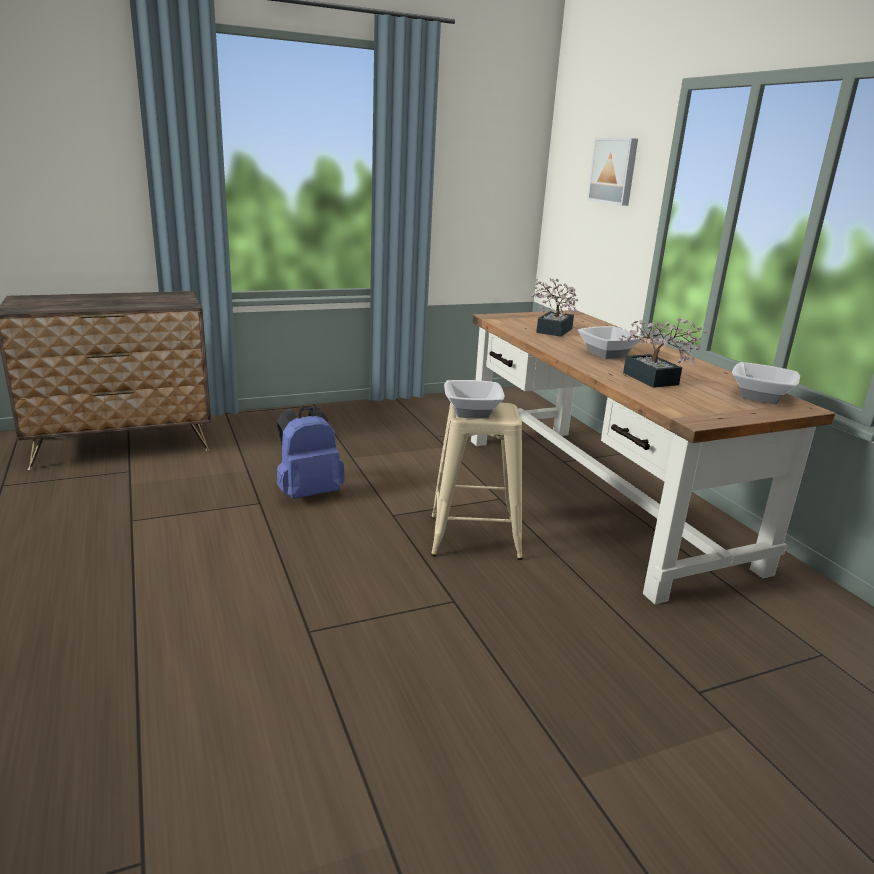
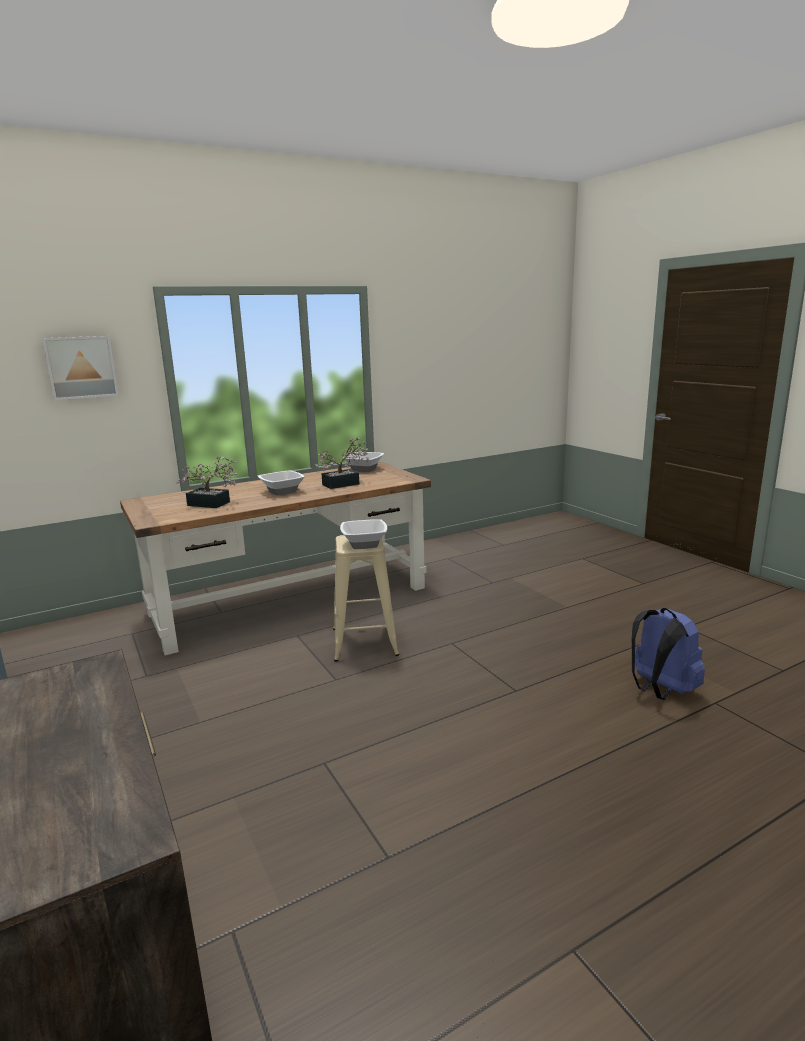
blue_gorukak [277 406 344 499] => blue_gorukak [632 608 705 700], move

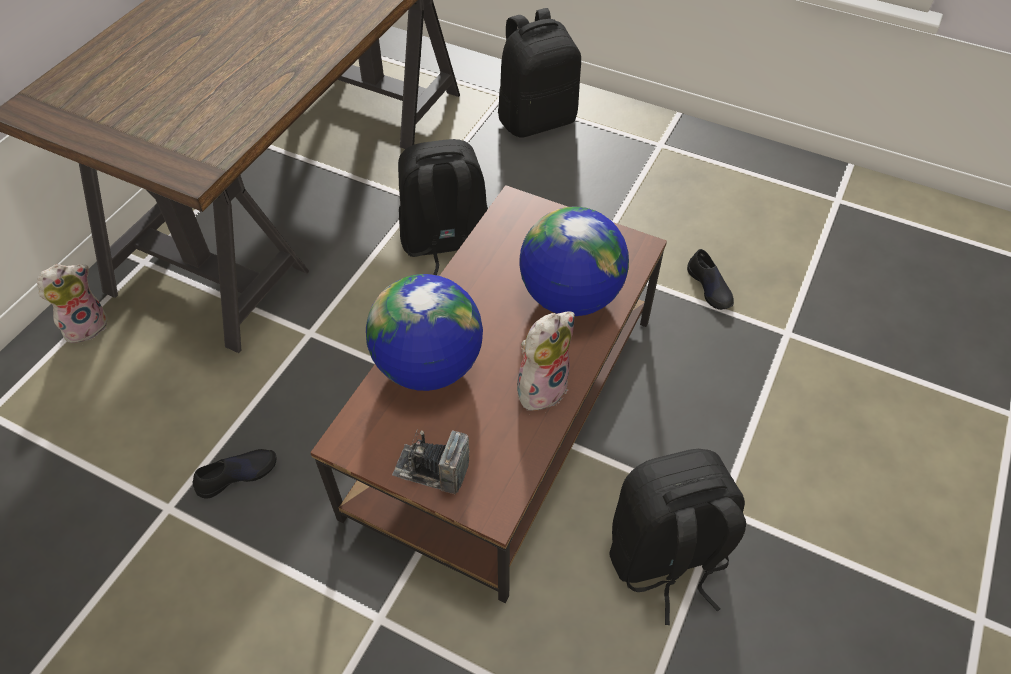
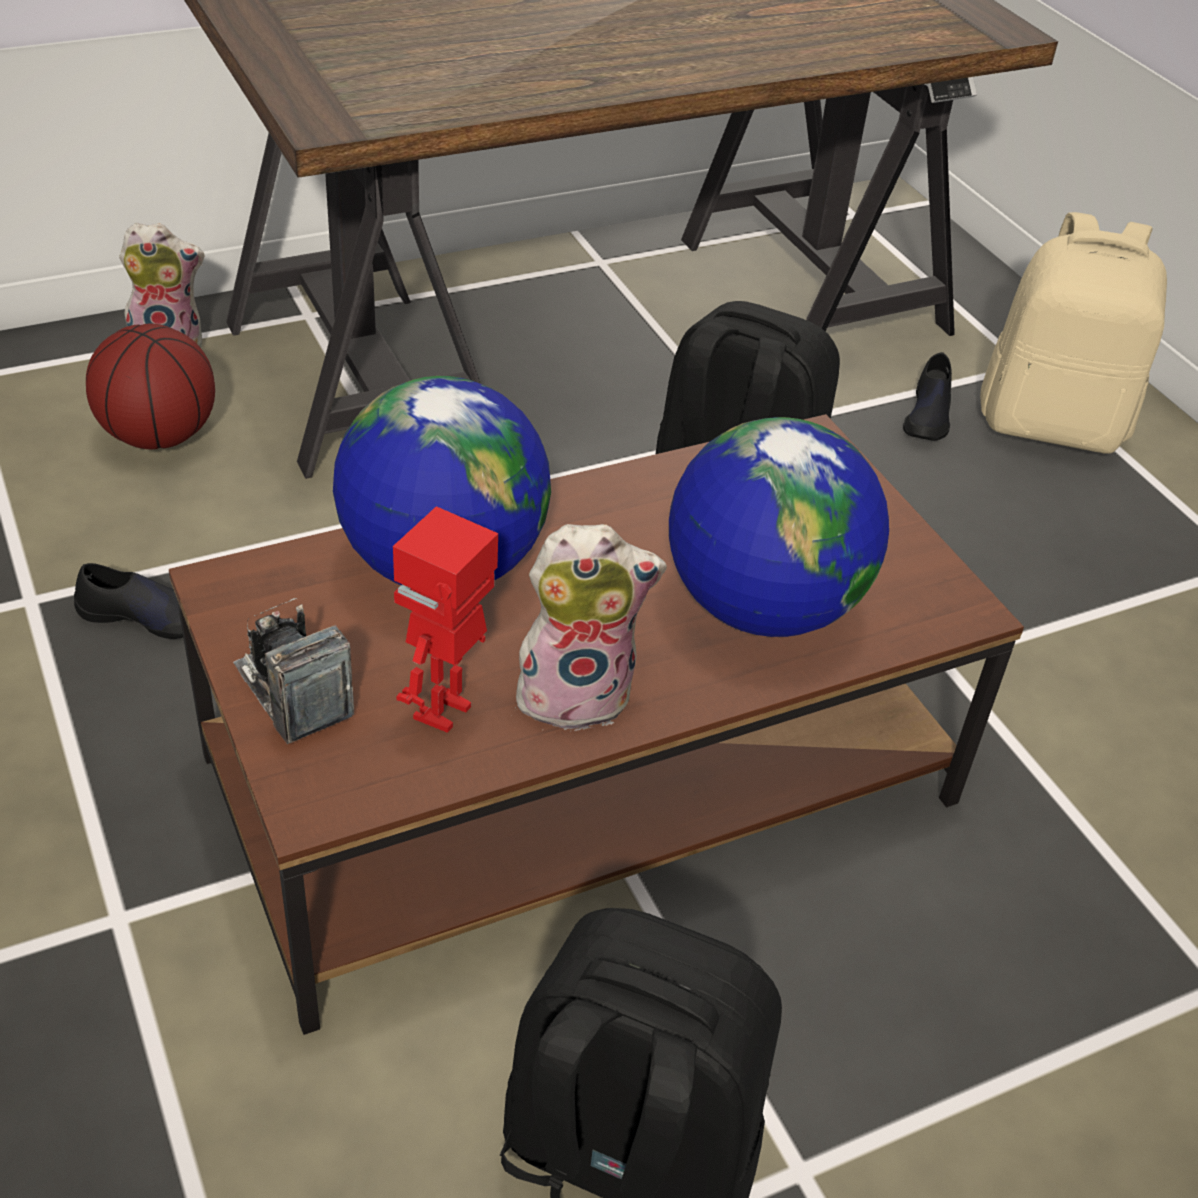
nothing => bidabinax [86 324 215 450]
nothing => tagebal [393 506 498 733]
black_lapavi [687 249 734 310] => black_lapavi [903 352 952 441], move
black_gorukak [498 8 581 138] => beige_gorukak [980 212 1167 454]

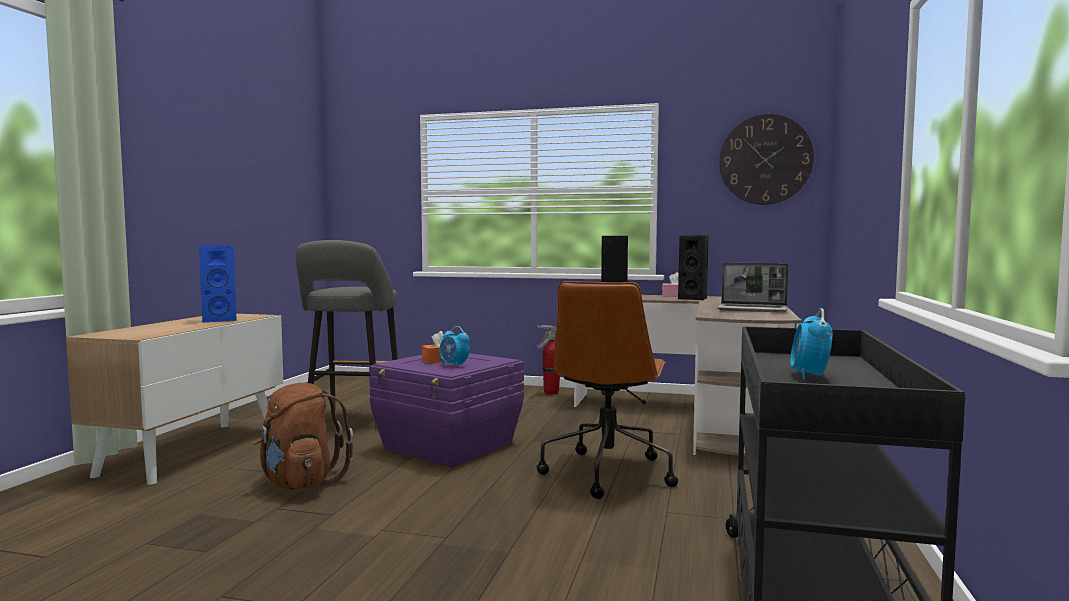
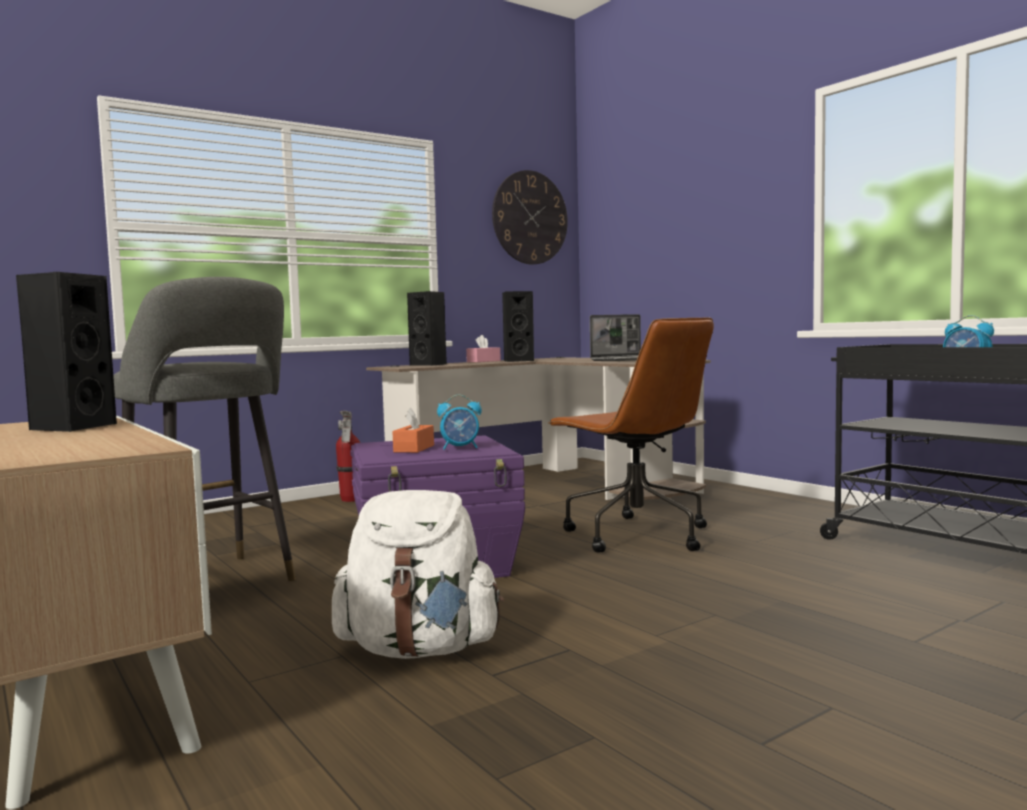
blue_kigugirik [199 245 237 323] => black_kigugirik [16 272 117 432]
brown_gorukak [252 383 353 490] => white_gorukak [332 490 504 659]

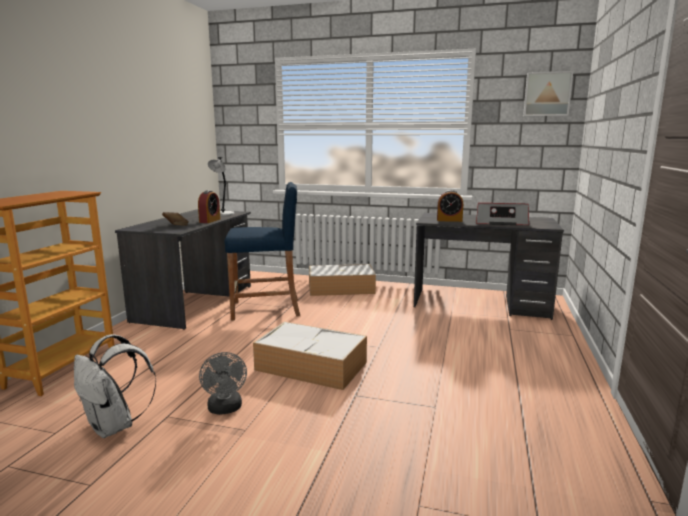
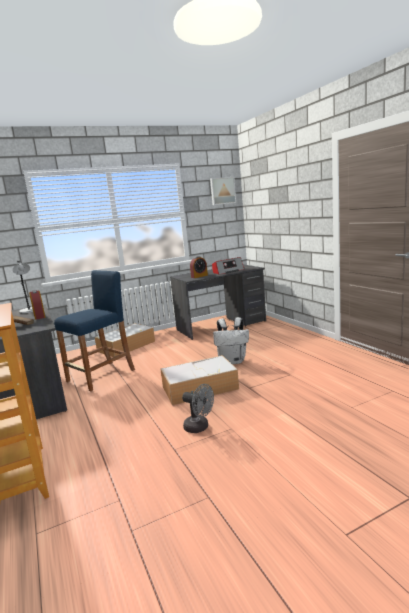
white_gorukak [74 334 157 438] => white_gorukak [213 317 249 364], move

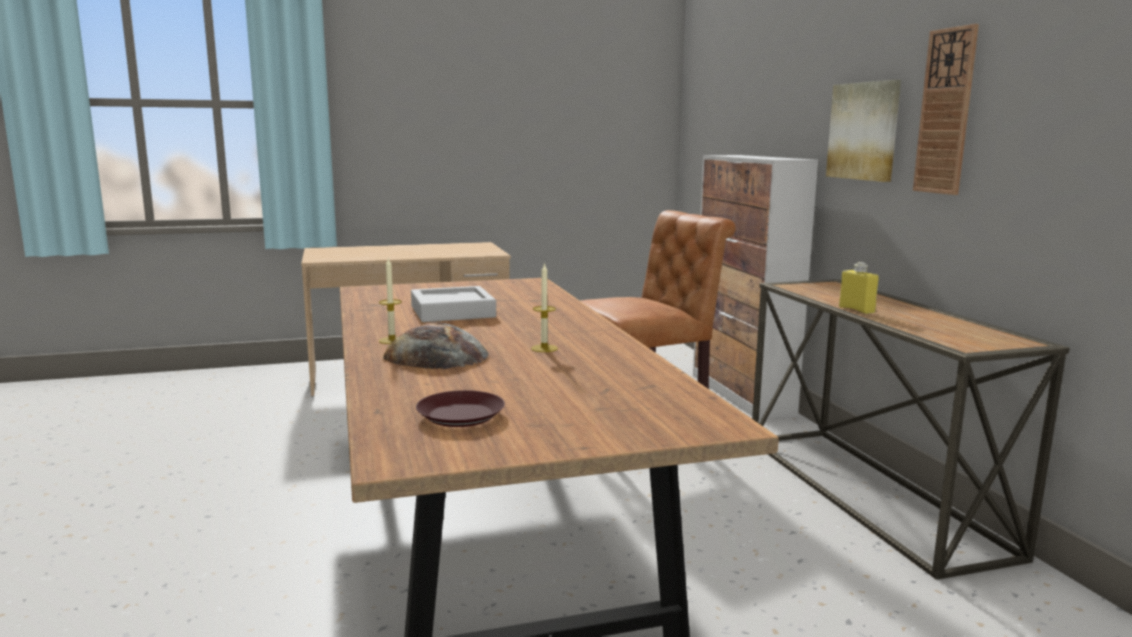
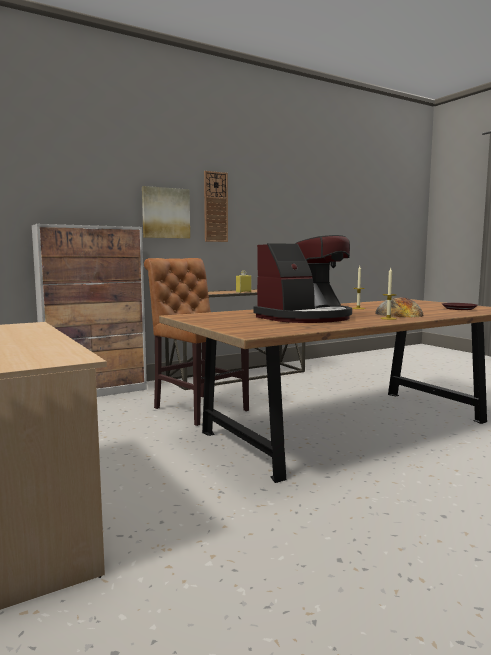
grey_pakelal [411 286 496 322] => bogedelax [254 235 352 323]

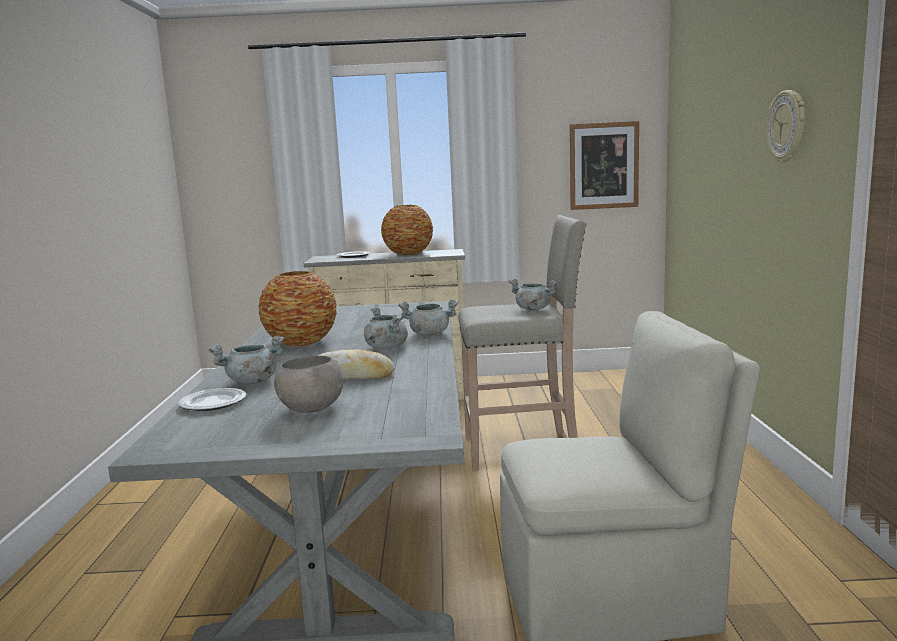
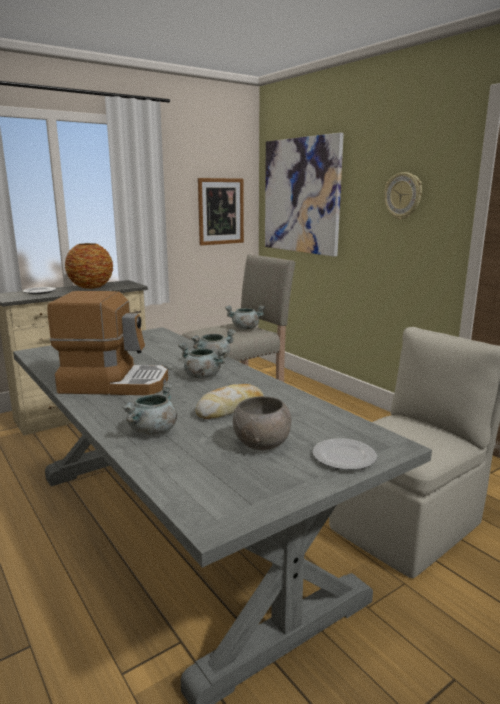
nothing => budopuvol [265 133 344 257]
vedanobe [178 388 246 411] => vedanobe [313 438 377 470], move
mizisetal [259 271 337 347] => bogedelax [47 291 168 395]

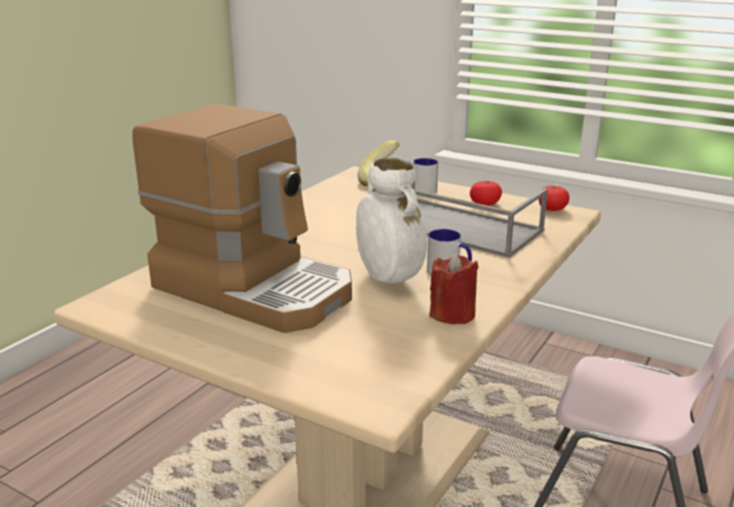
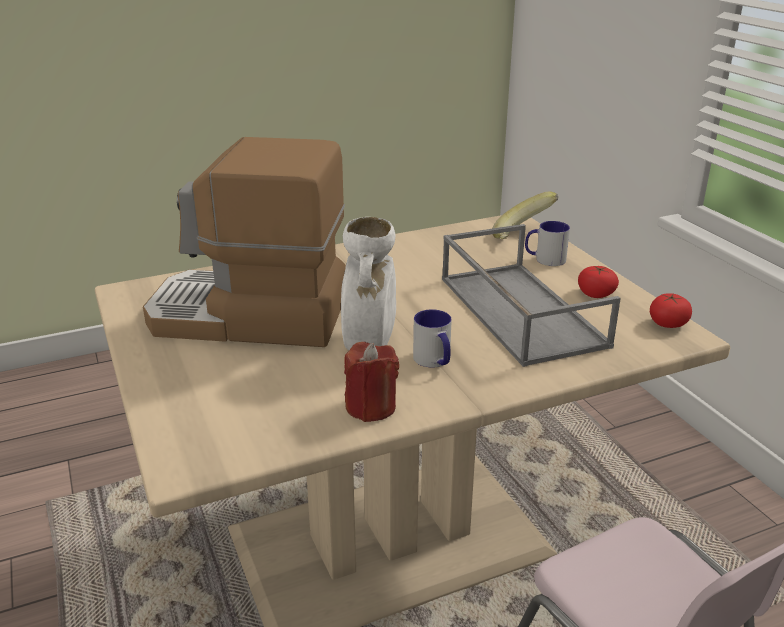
bogedelax [132 104 352 333] => bogedelax [143 137 346 347], 120 degrees clockwise

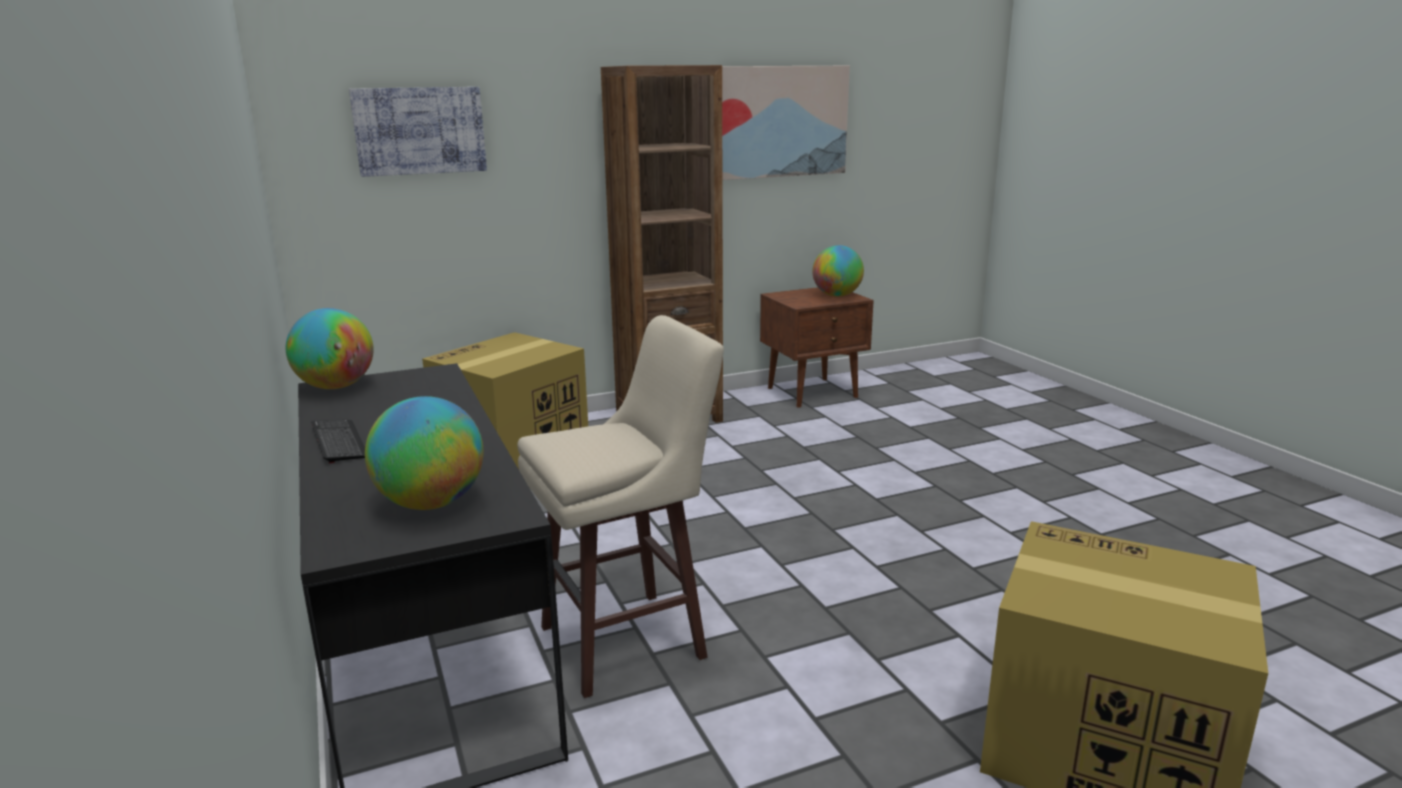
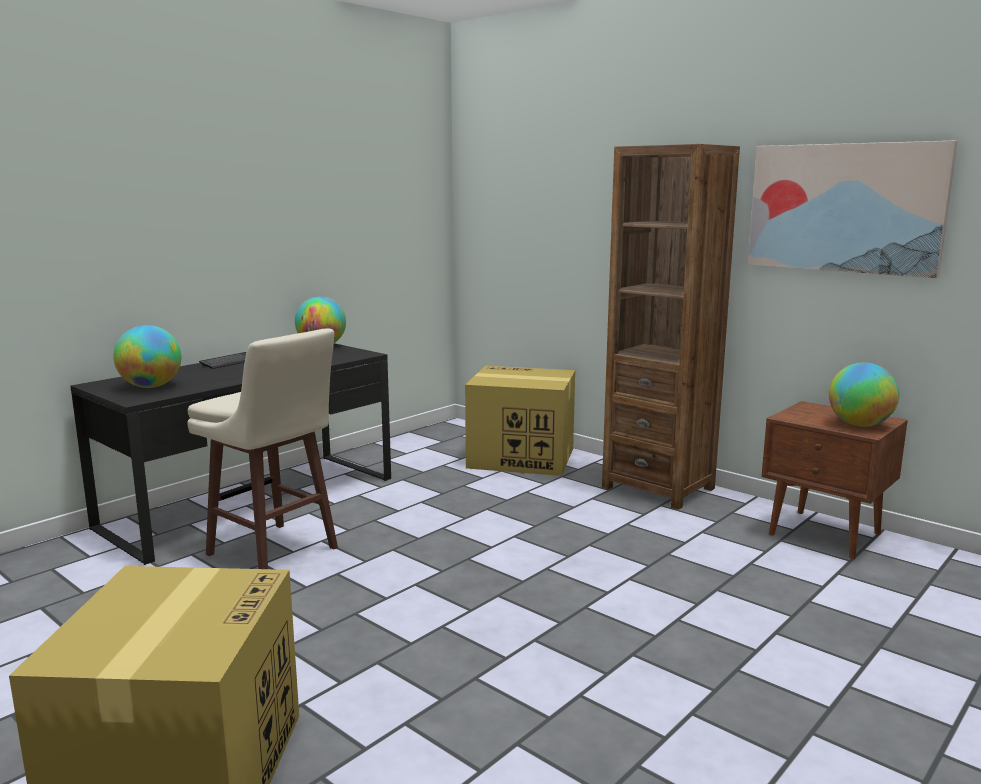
budopuvol [349 87 487 177] => nothing

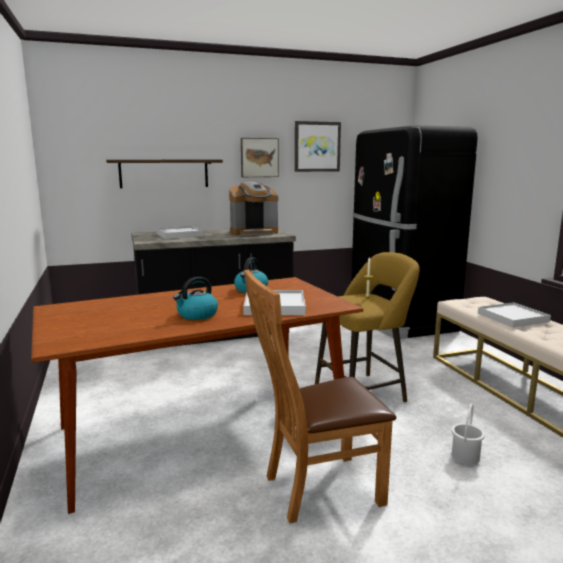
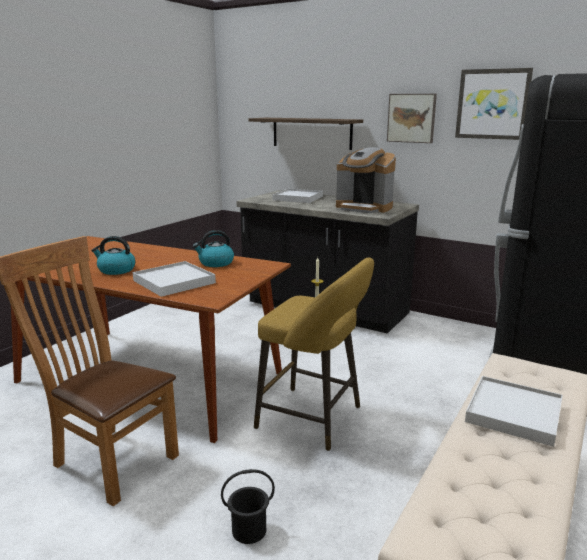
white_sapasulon [451 404 485 465] => black_sapasulon [221 469 275 544]

